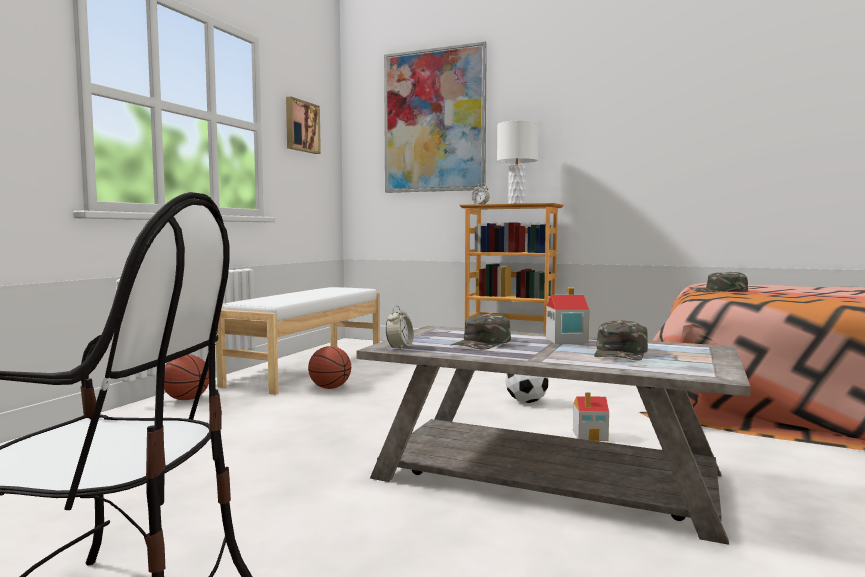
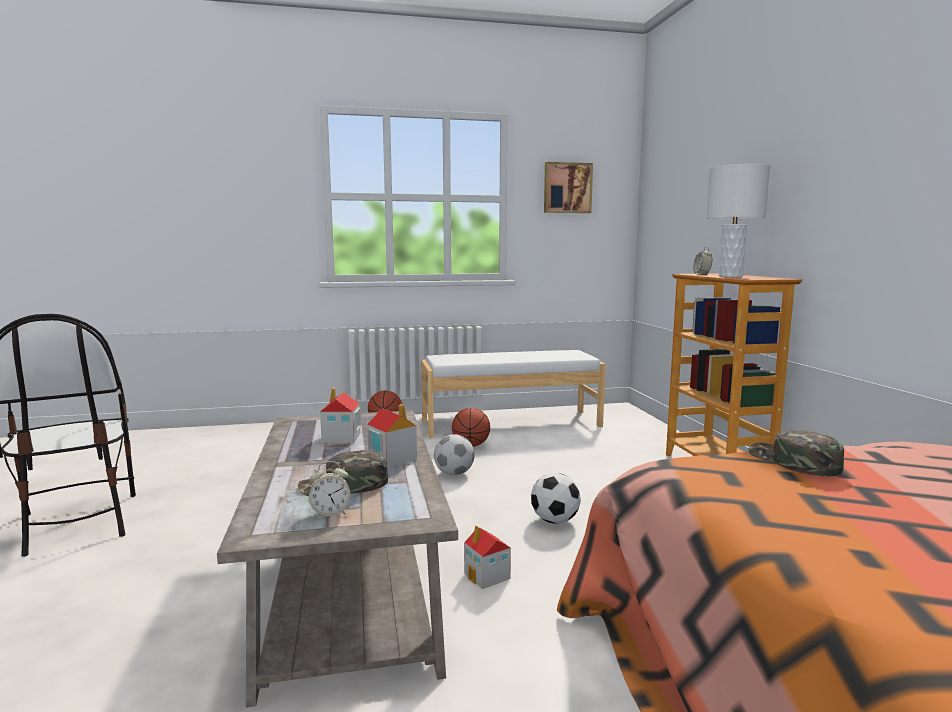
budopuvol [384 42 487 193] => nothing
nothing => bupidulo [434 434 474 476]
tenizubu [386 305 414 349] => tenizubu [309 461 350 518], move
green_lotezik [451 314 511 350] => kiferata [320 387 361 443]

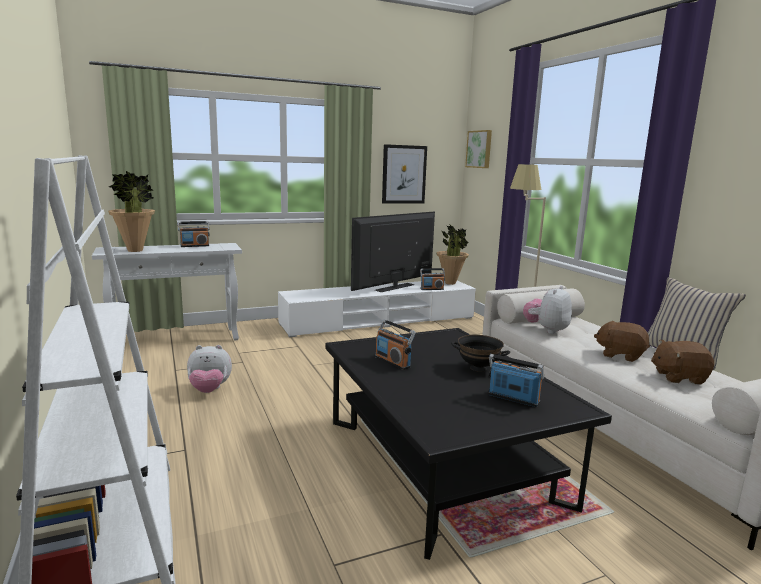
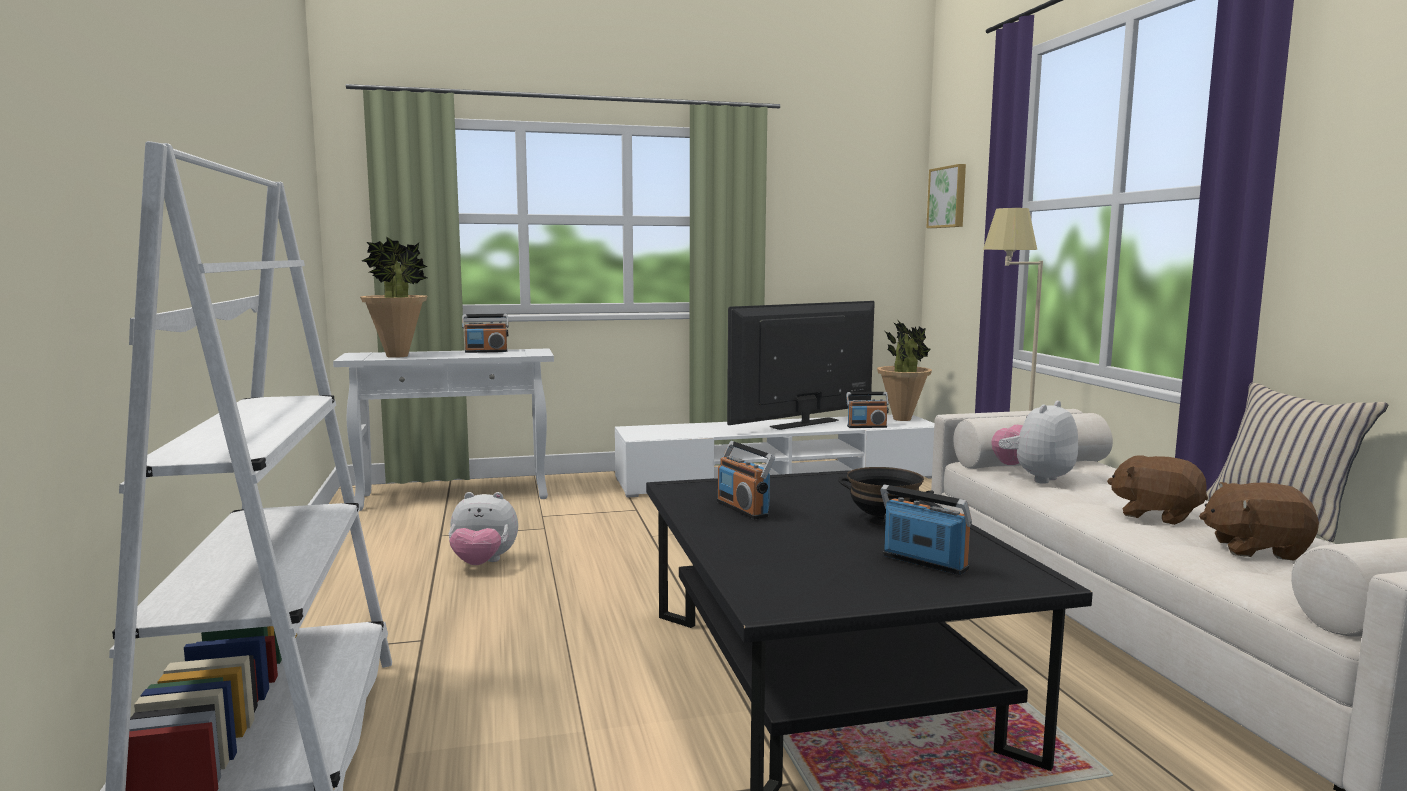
budopuvol [382 144 427 204] => nothing

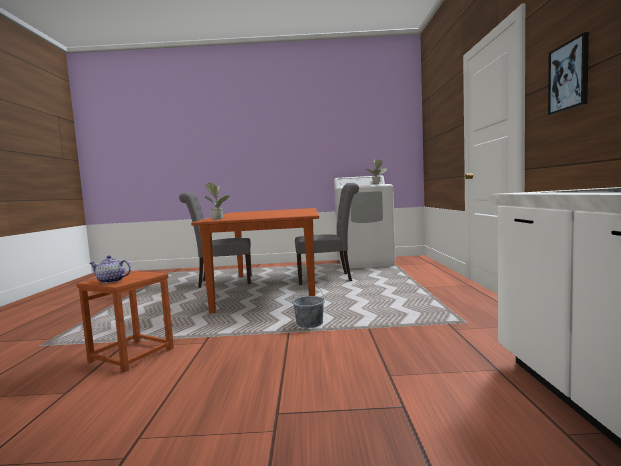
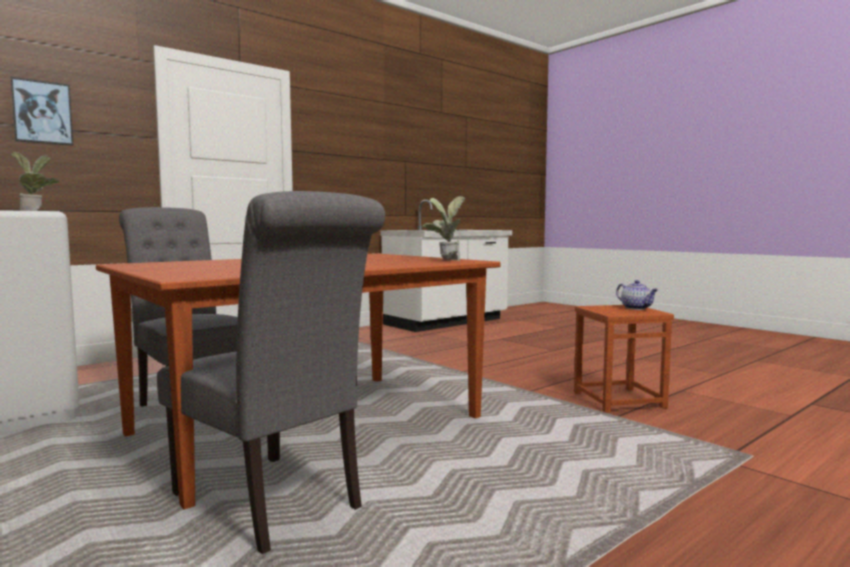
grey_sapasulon [292 283 325 328] => nothing
budopuvol [548 32 589 115] => budopuvol [10 77 73 146], move

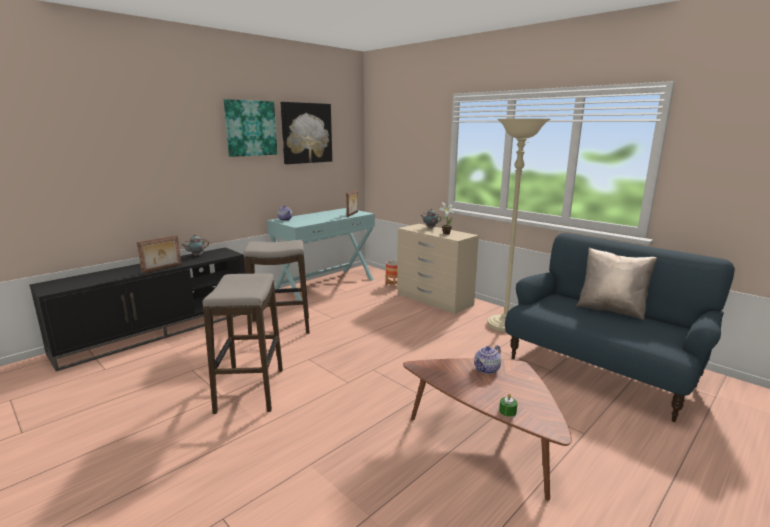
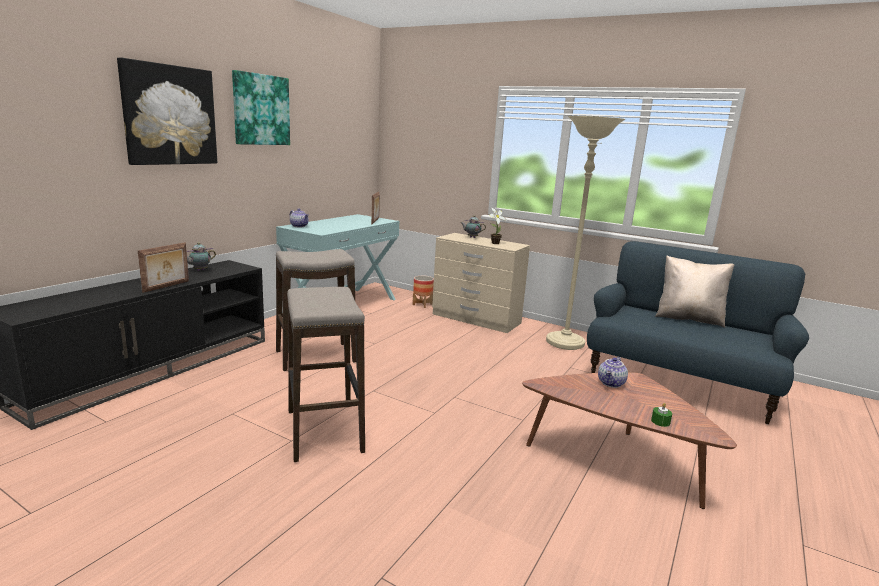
budopuvol [281 102 332 164] => budopuvol [117 58 217 165], move

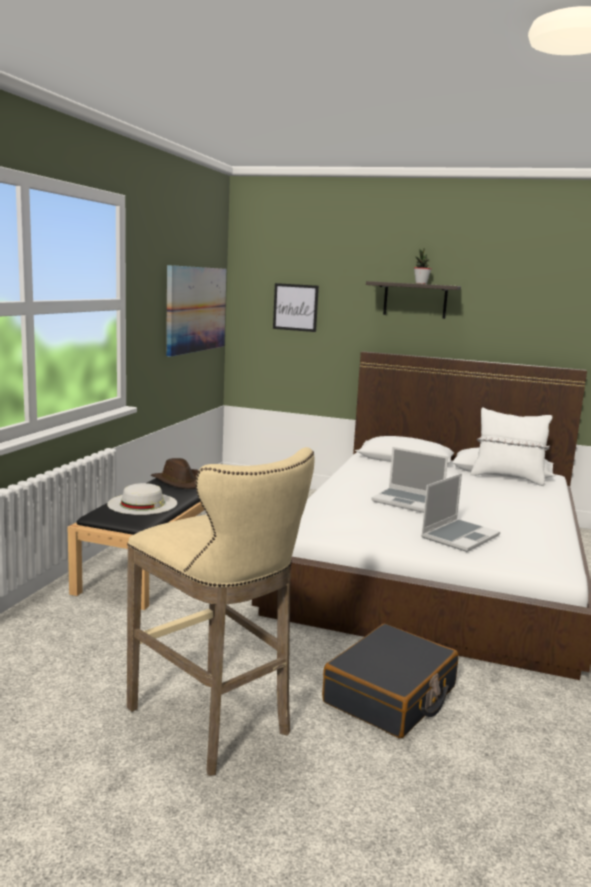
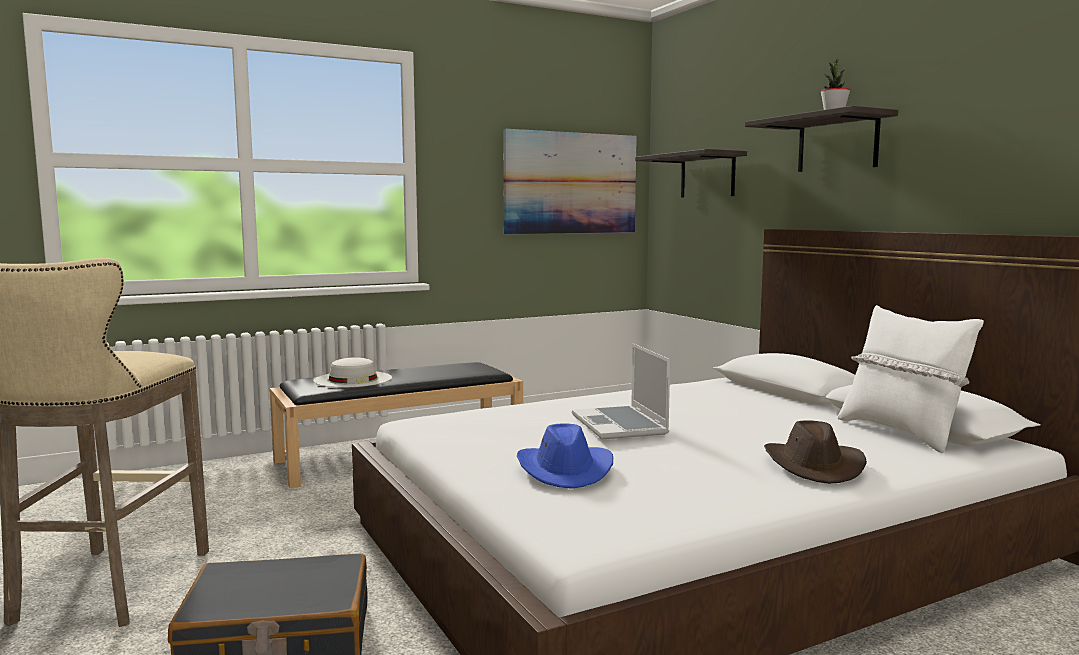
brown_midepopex [151 458 199 489] => brown_midepopex [764 420 867 484], move
budopuvol [273 283 319 332] => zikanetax [635 149 747 198]
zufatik [421 473 500 552] => blue_midepopex [517 423 613 489]

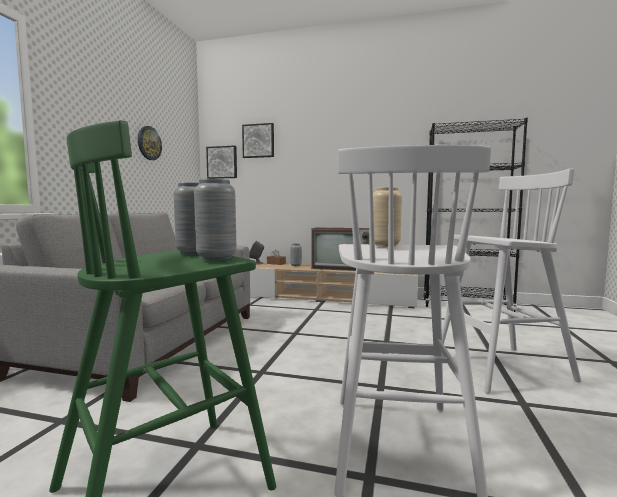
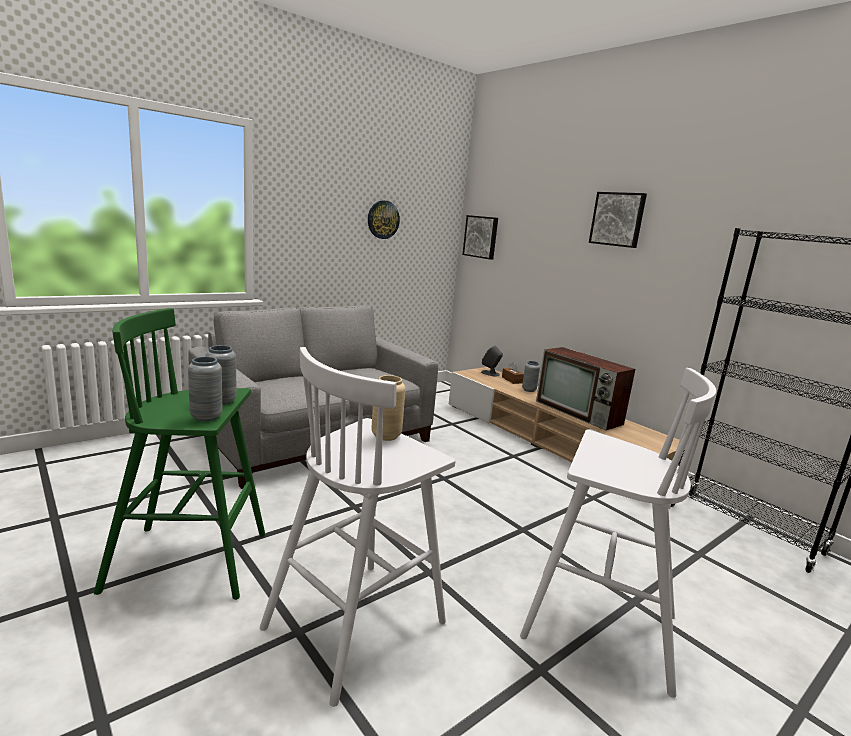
budopuvol [242 123 274 158] => budopuvol [589 192 647 248], move

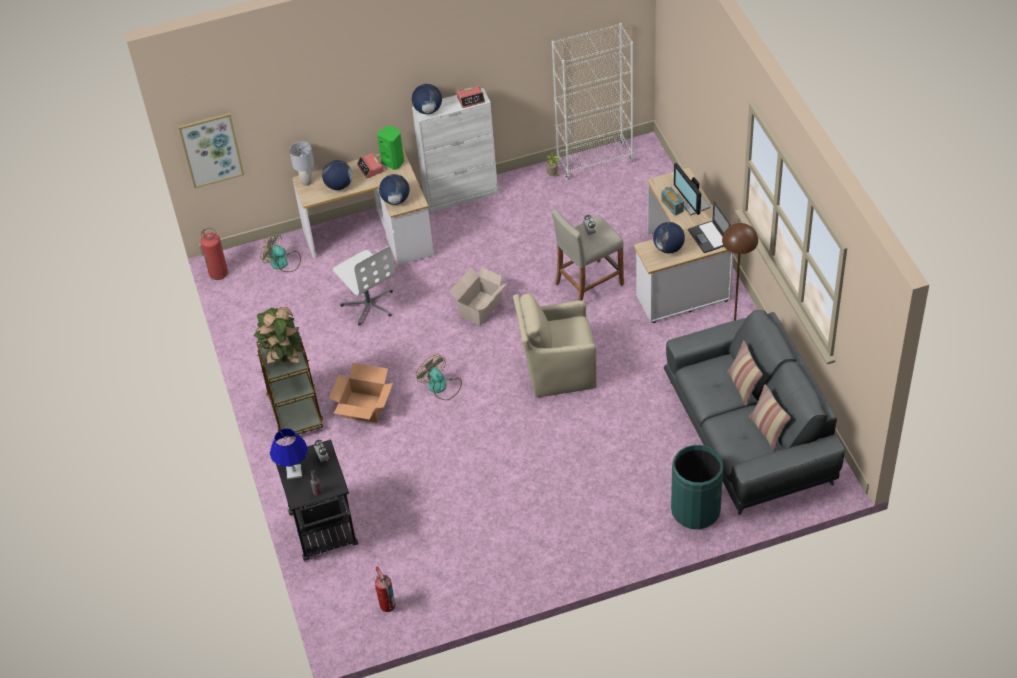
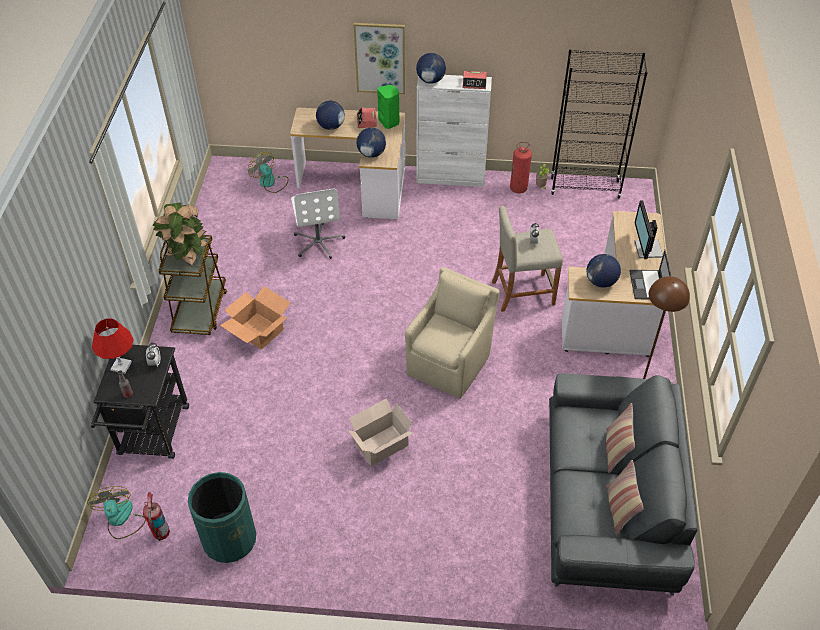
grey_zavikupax [289 141 314 186] => nothing
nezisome [662 187 684 216] => nothing
budopuvol [178 113 244 188] => budopuvol [353 23 405 94], move
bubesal [200 228 228 280] => bubesal [510 142 532 193], move
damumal [416 355 462 400] => damumal [87 486 146 539], move
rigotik [449 267 507 326] => rigotik [348 398 413 466], move
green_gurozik [671 445 724 529] => green_gurozik [188 472 256 563], move
blue_zavikupax [270 428 308 480] => red_zavikupax [92 319 134 374]
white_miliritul [552 23 634 180] => black_miliritul [551 49 648 198]
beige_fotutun [513 293 597 397] => beige_fotutun [405 267 500 399], 105 degrees clockwise

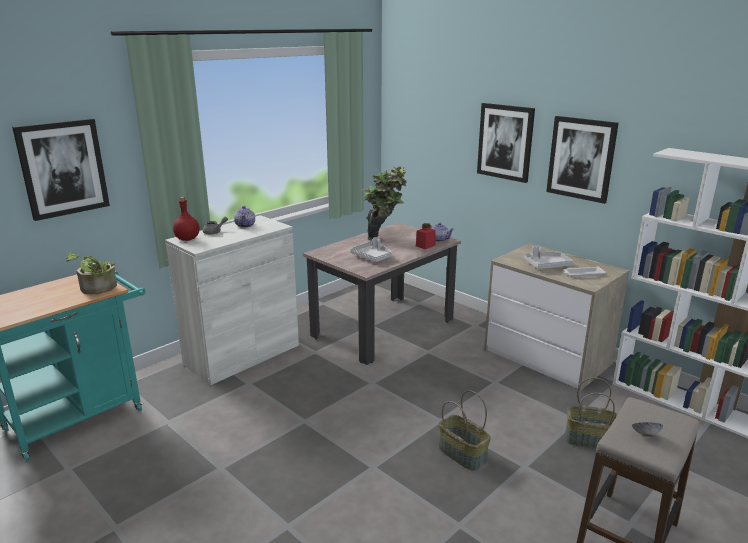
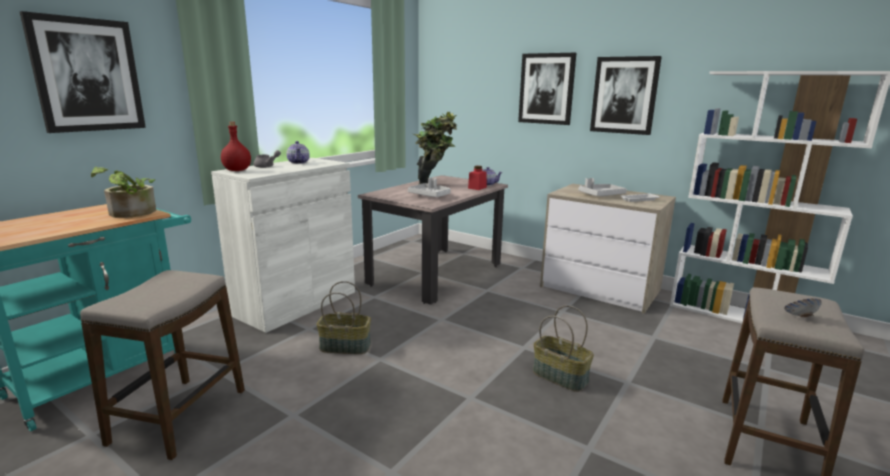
nothing => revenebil [80 270 245 460]
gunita [565 378 618 449] => gunita [316 281 371 354], move

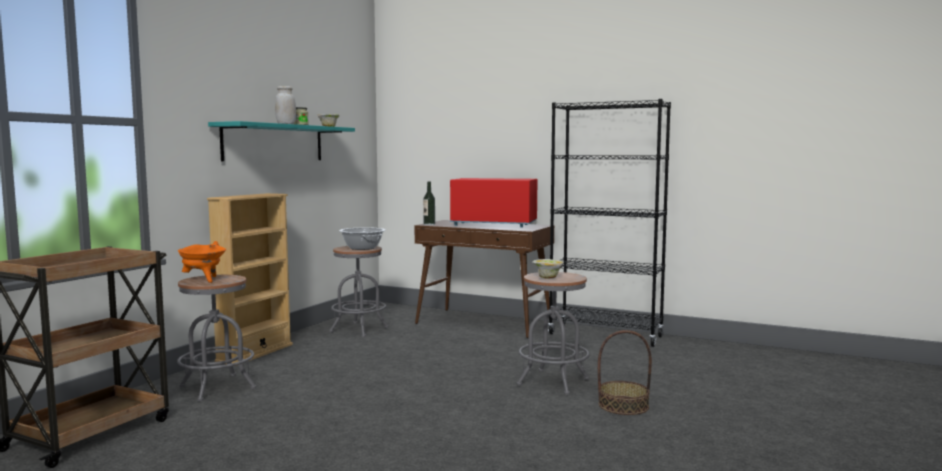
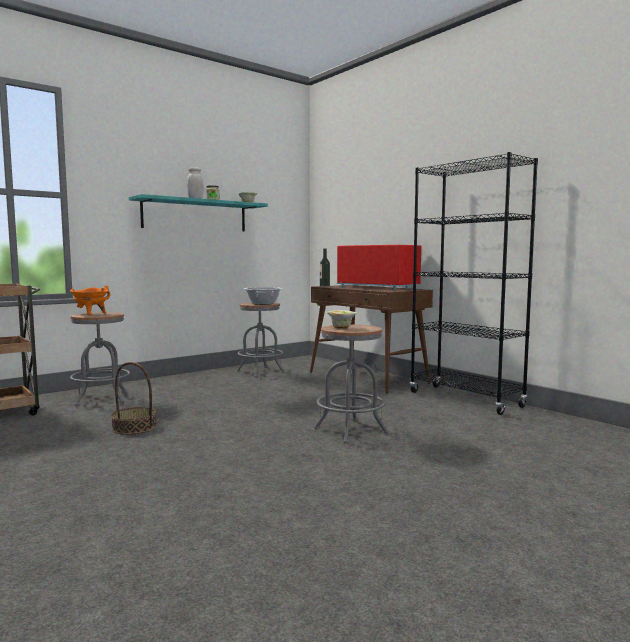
beige_miliritul [207 193 293 366] => nothing
gunita [598 330 652 415] => gunita [111 362 157 435], move

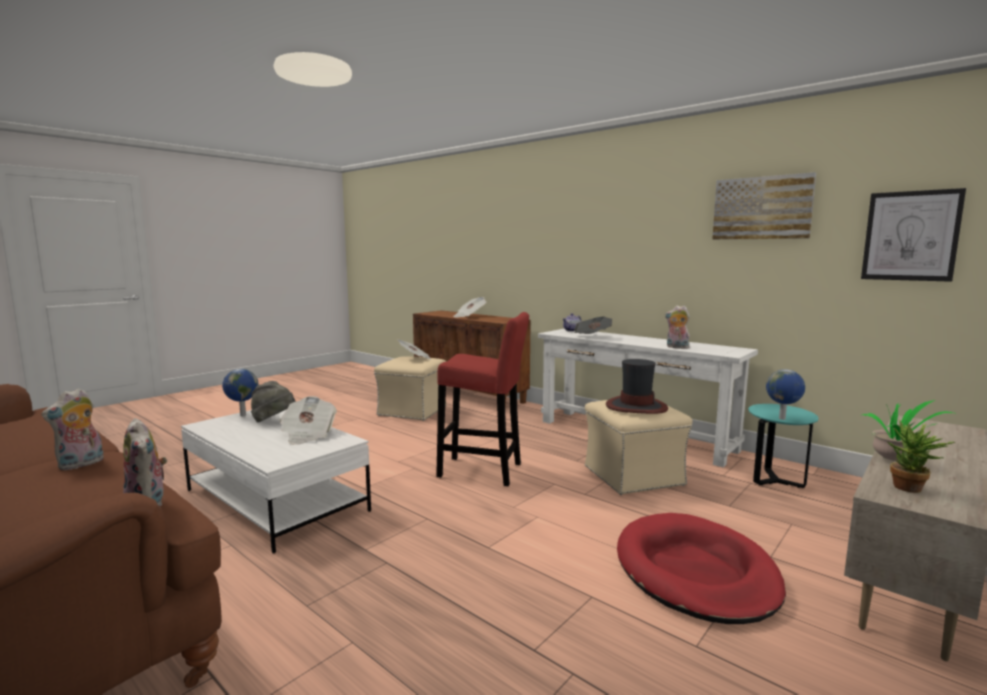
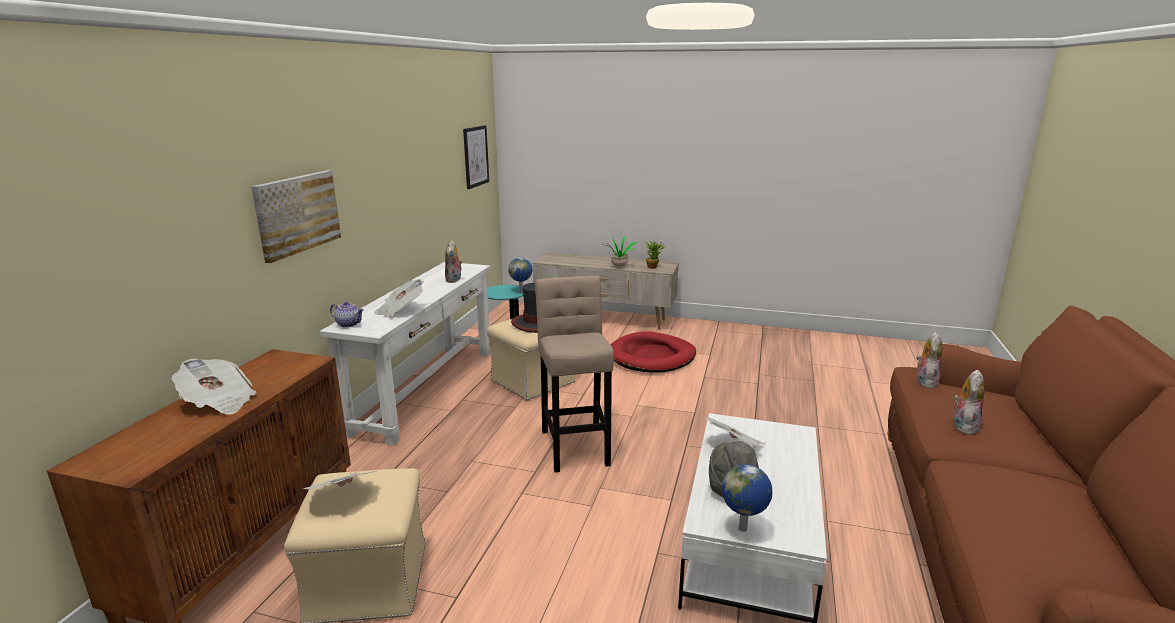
budopuvol [712 172 816 240] => budopuvol [251 170 341 263], move
red_revenebil [436 312 529 486] => beige_revenebil [535 276 614 472]
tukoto [41 388 104 471] => tukoto [953 369 985 435], 60 degrees counterclockwise

